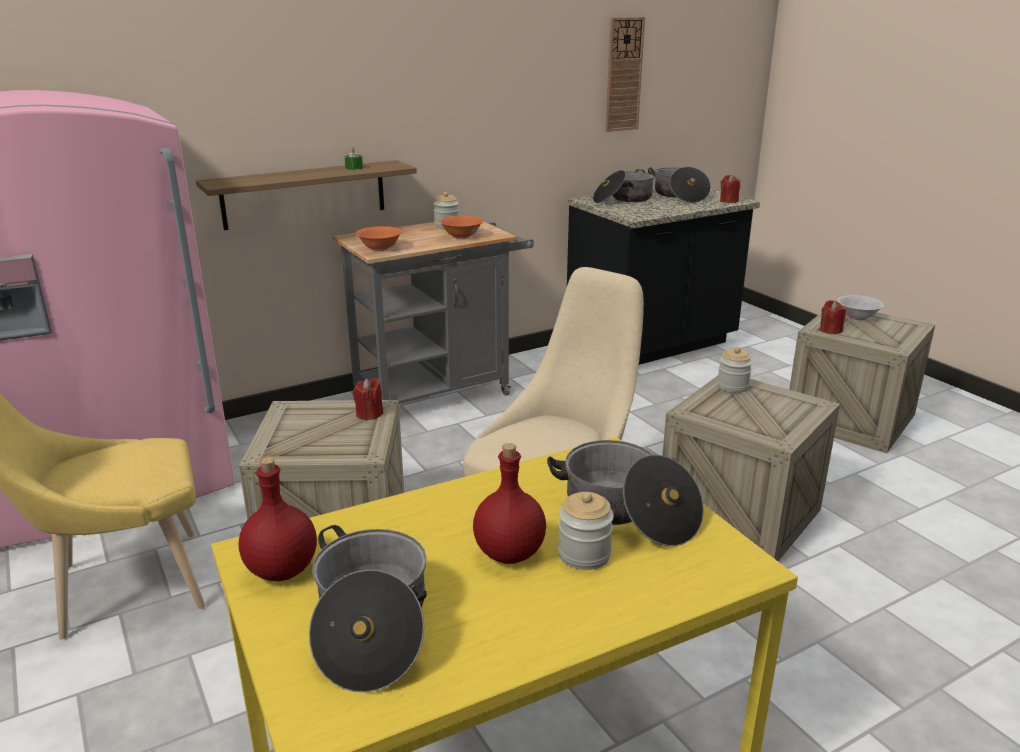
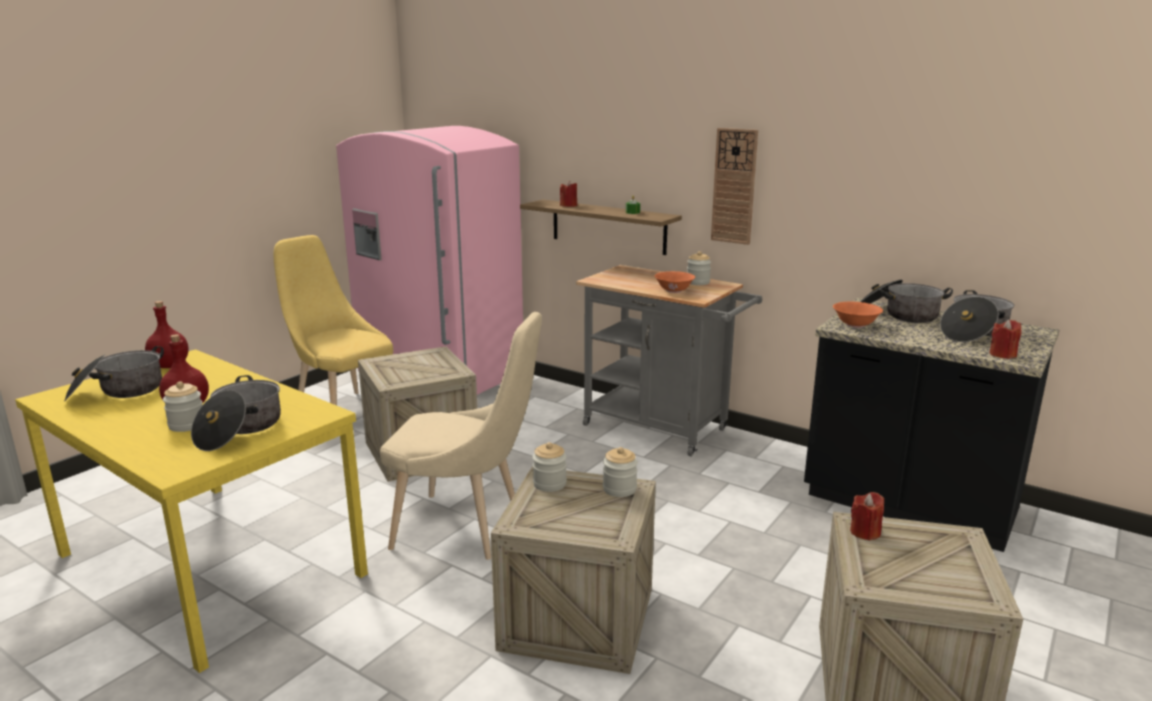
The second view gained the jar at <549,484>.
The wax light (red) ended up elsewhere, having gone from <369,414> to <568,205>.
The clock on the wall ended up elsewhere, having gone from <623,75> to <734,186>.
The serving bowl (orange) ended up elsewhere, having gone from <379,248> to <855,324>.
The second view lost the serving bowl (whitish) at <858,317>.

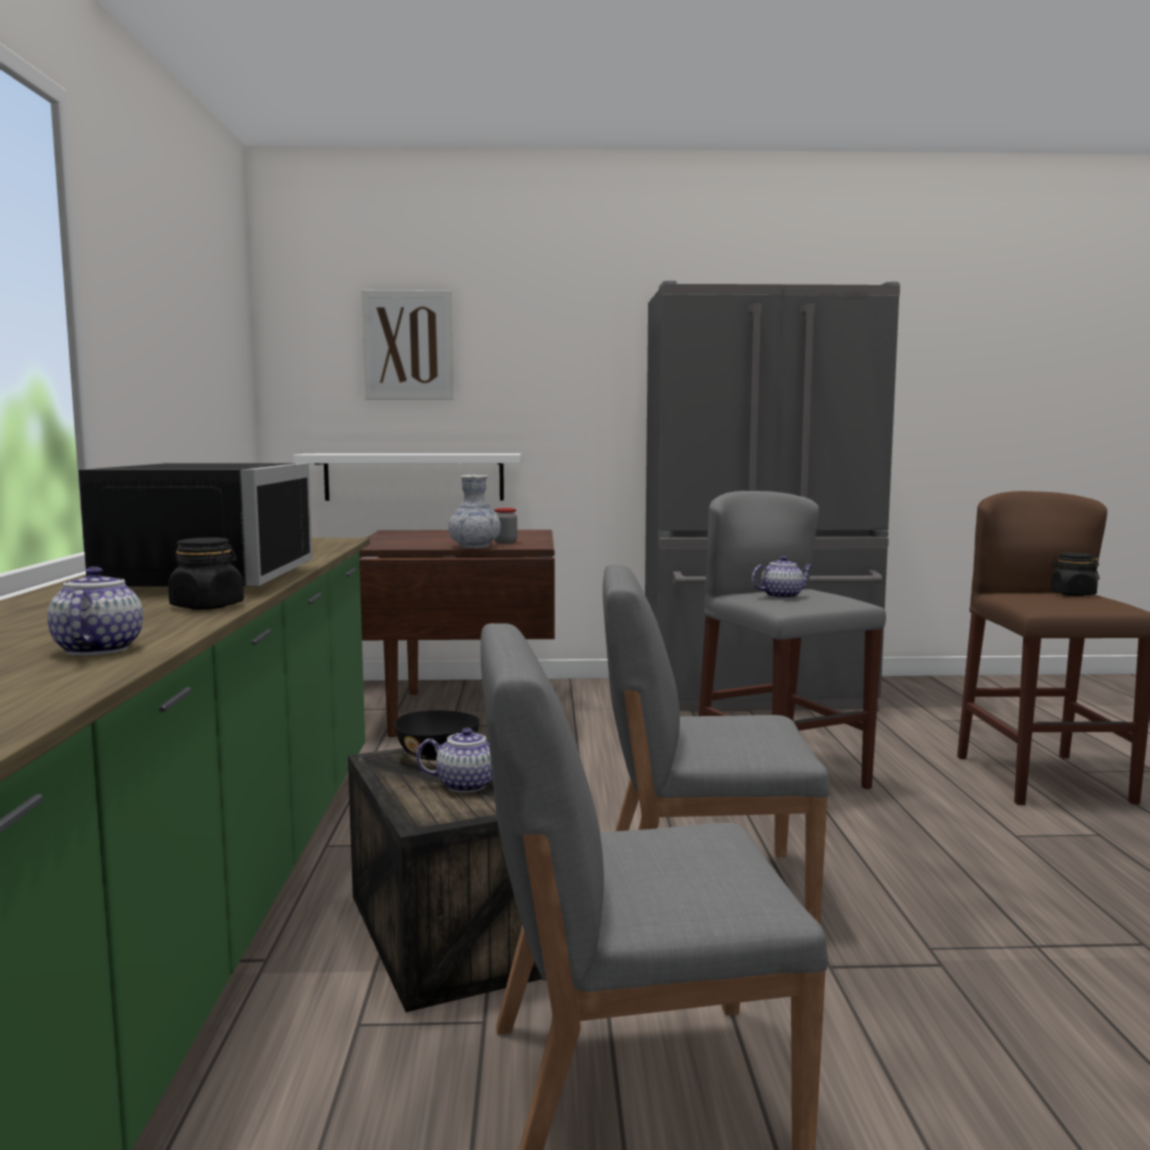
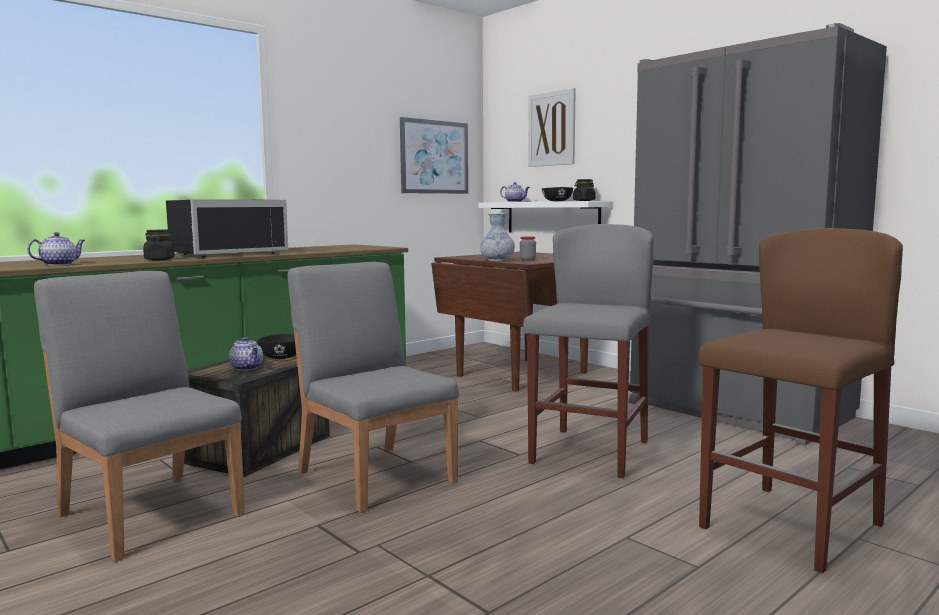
The second view gained the wall art at <434,157>.
The pot for tea ended up elsewhere, having gone from <782,596> to <515,201>.
The second view gained the serving bowl (black-coloured) at <557,201>.
The jar (black-coloured) ended up elsewhere, having gone from <1072,594> to <584,201>.

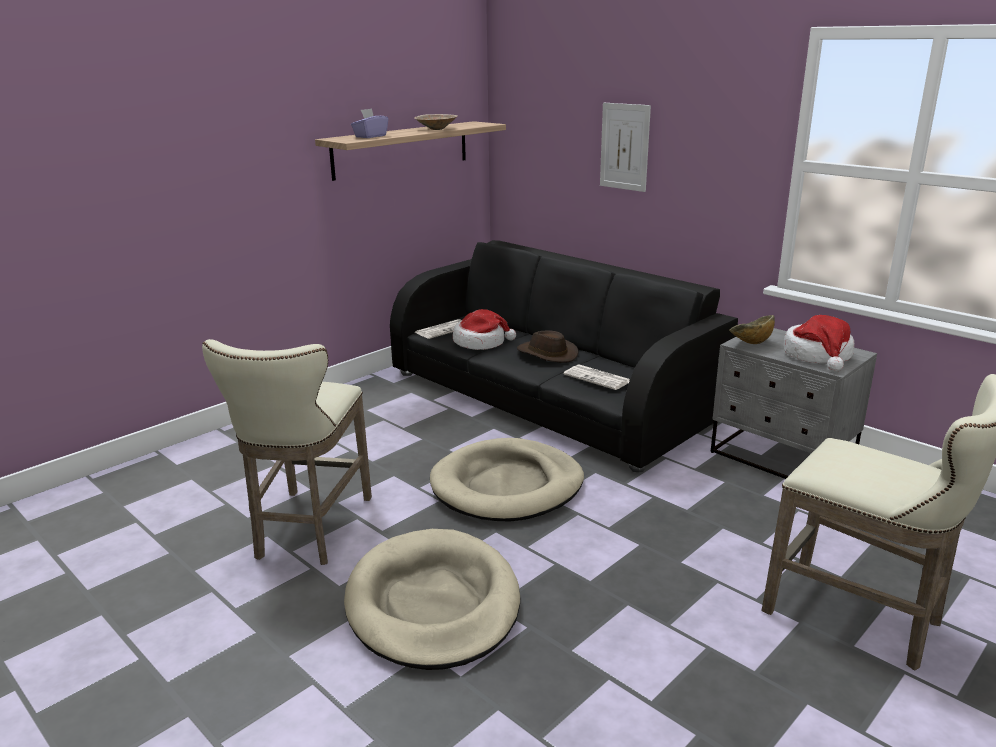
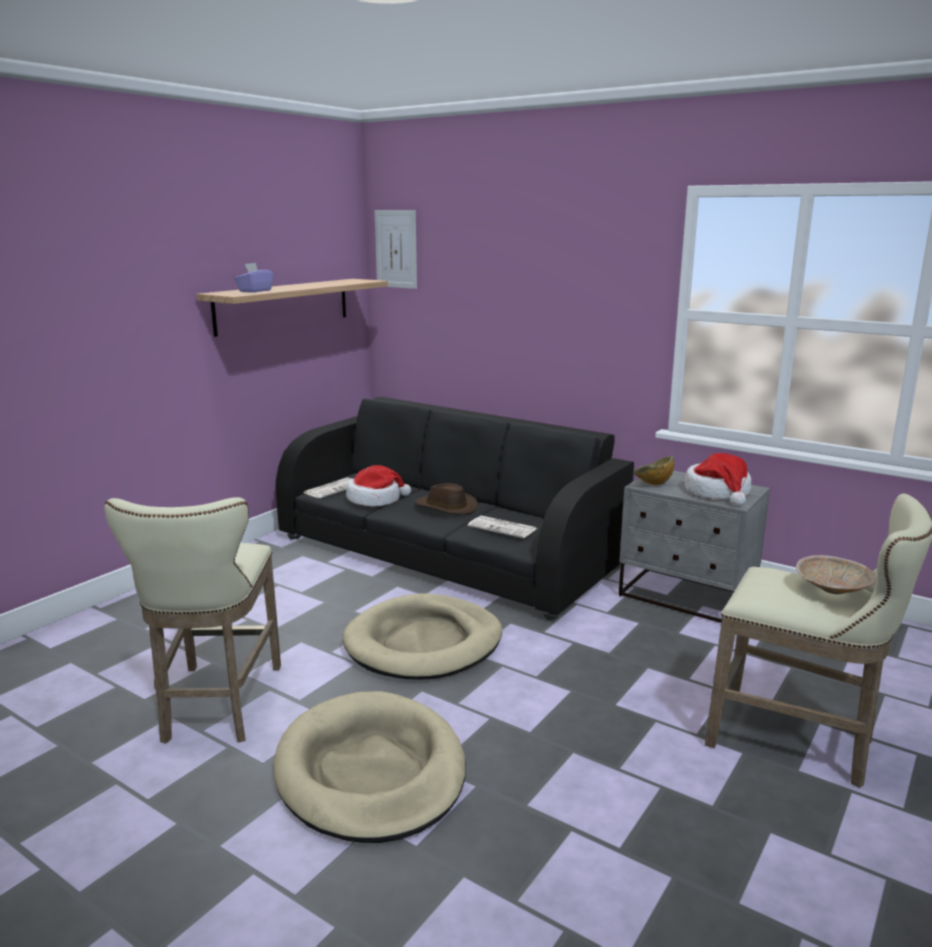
The wall art ended up elsewhere, having gone from <624,147> to <396,249>.
The serving bowl (sand-coloured) ended up elsewhere, having gone from <436,129> to <832,591>.

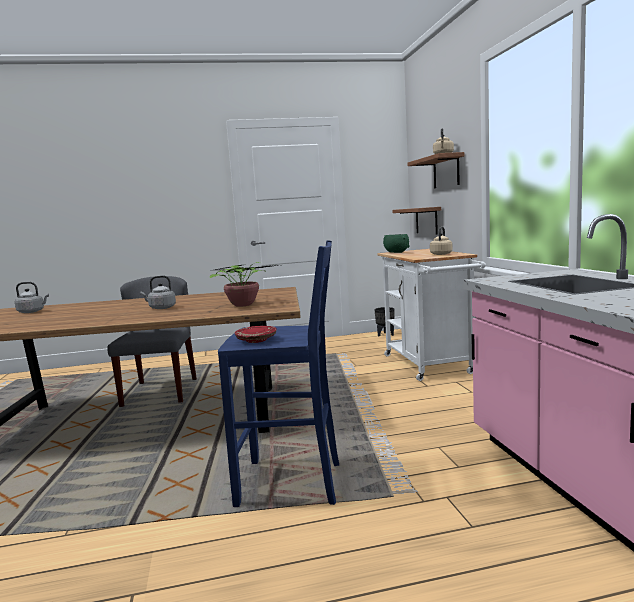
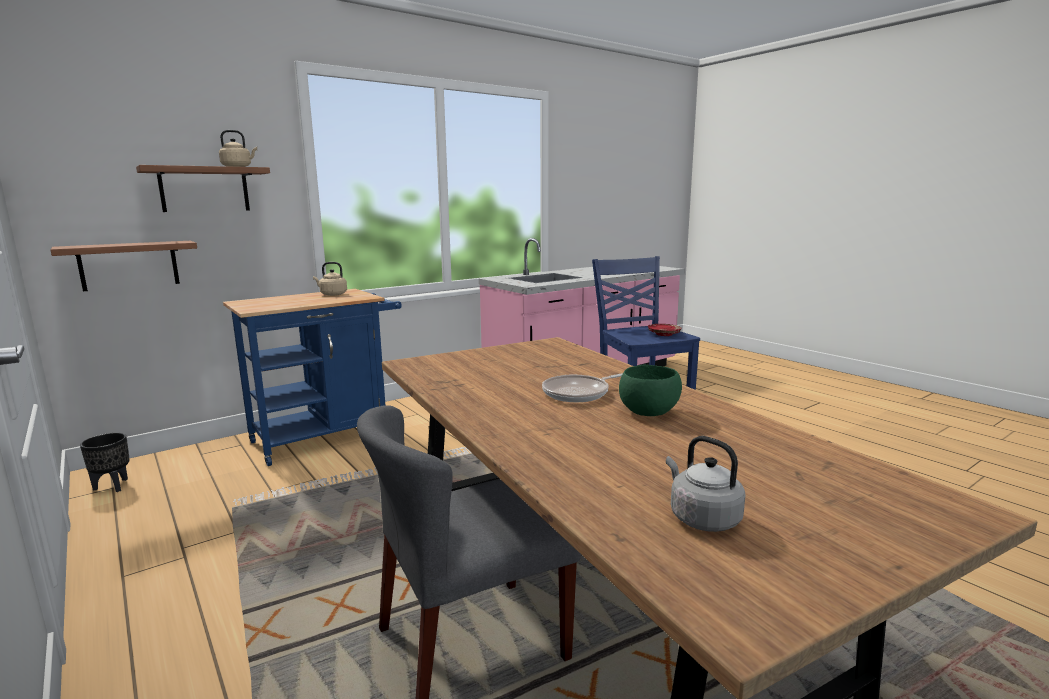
What was the wheeled cart (whitish) at <430,366> turned into the wheeled cart (blue-coloured) at <328,436>.
Where the water kettle (gray) stood at <161,308>, the frying pan came to stand at <579,393>.
The serving bowl (green-coloured) ended up elsewhere, having gone from <396,252> to <648,412>.
The second view lost the houseplant at <242,304>.

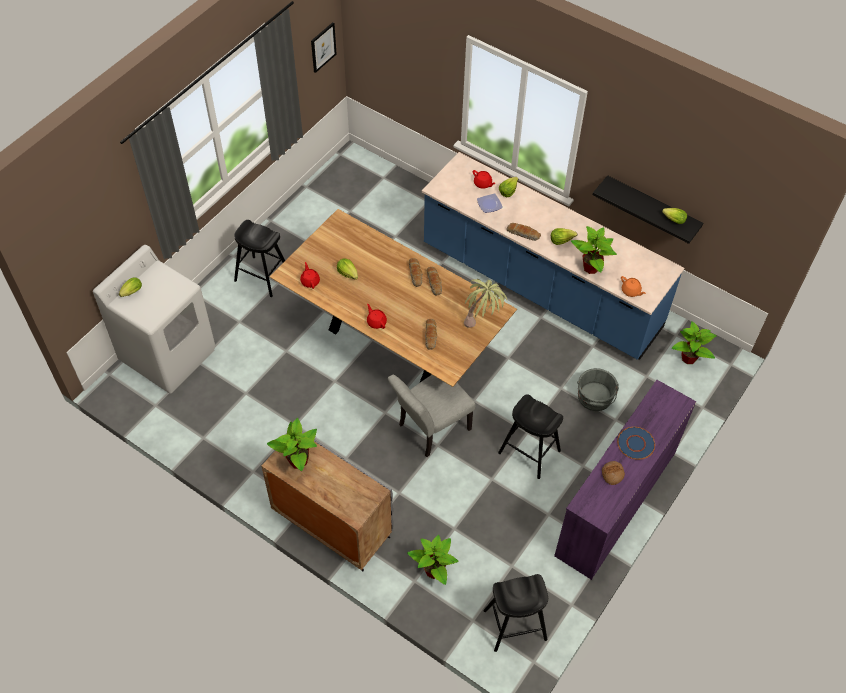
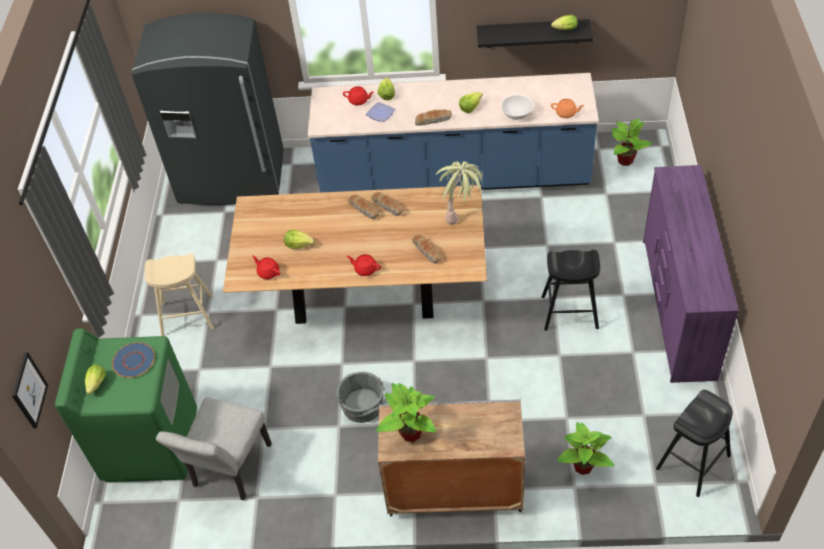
The wall art ended up elsewhere, having gone from <323,47> to <29,390>.
What was the washing machine (whitish) at <168,354> turned into the washing machine (green-coloured) at <151,444>.
The plate (blue-coloured) ended up elsewhere, having gone from <635,443> to <133,360>.
The second view gained the kitchen fridge (gray) at <231,179>.
What was the stool (black-coloured) at <262,276> turned into the stool (sand-coloured) at <187,316>.
The plain chair (gray) ended up elsewhere, having gone from <430,429> to <229,471>.
The bucket (gray) ended up elsewhere, having gone from <594,398> to <363,407>.
Where the houseplant stood at <591,268>, the serving bowl (whitish) came to stand at <516,114>.
The second view lost the bread at <612,474>.

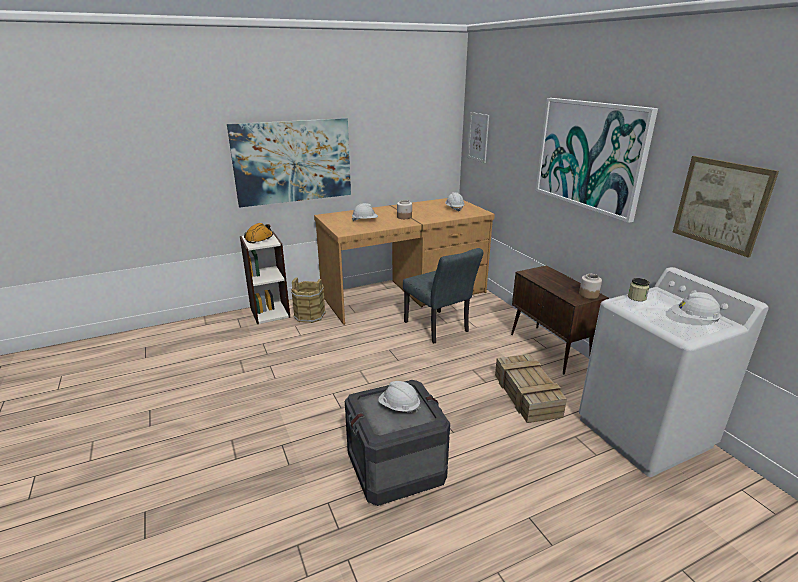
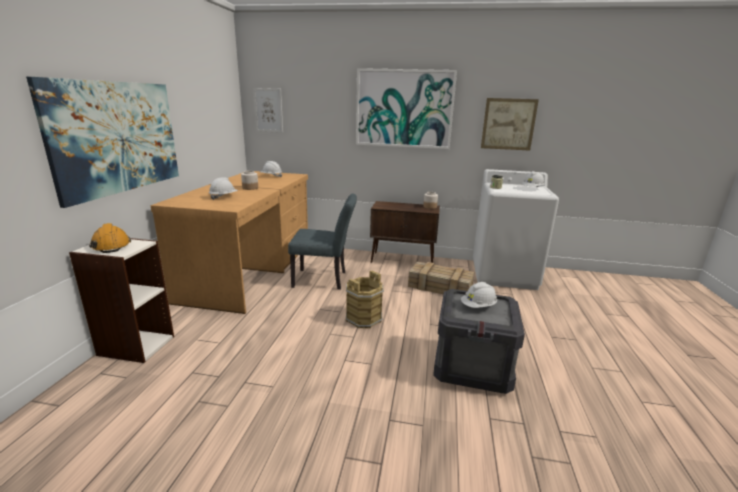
The bucket (brown-coloured) ended up elsewhere, having gone from <309,316> to <364,318>.

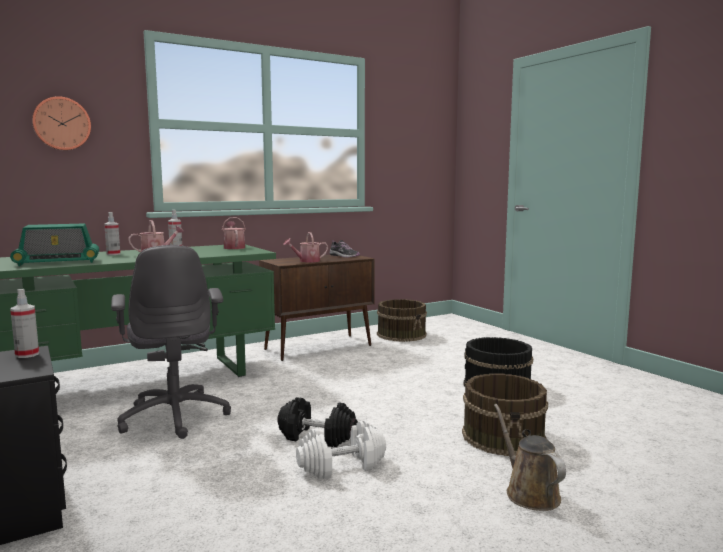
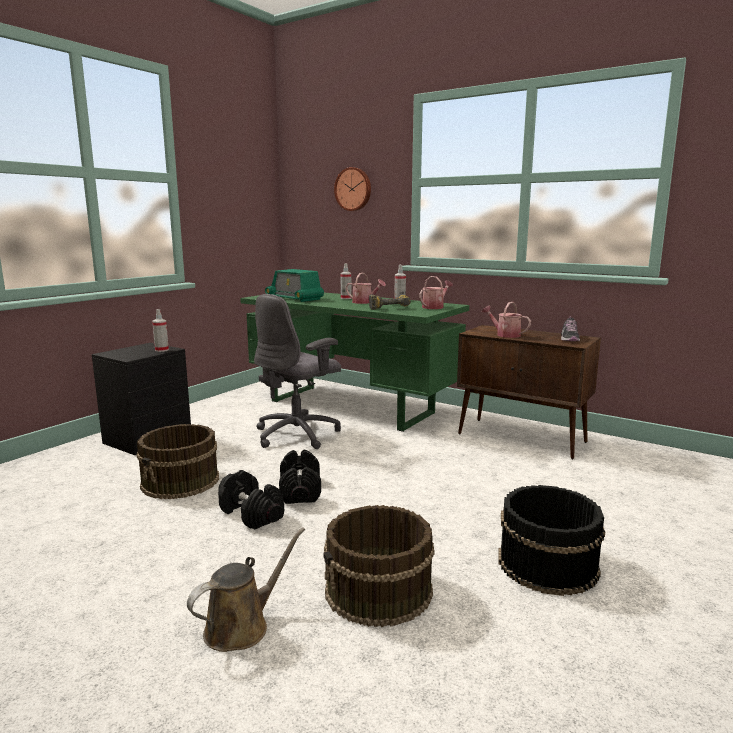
The bucket (brown-coloured) ended up elsewhere, having gone from <402,334> to <181,481>.
What was the hand weight (whitish) at <341,466> turned into the hand weight (black-coloured) at <250,514>.
The second view gained the power drill at <388,308>.

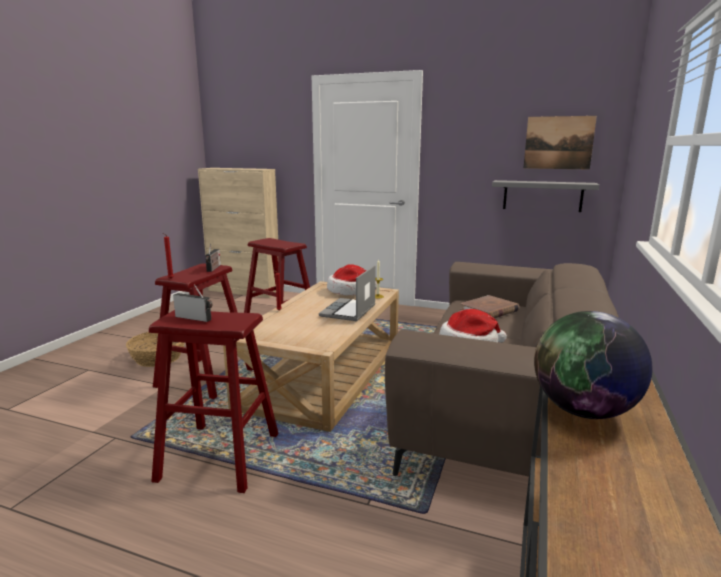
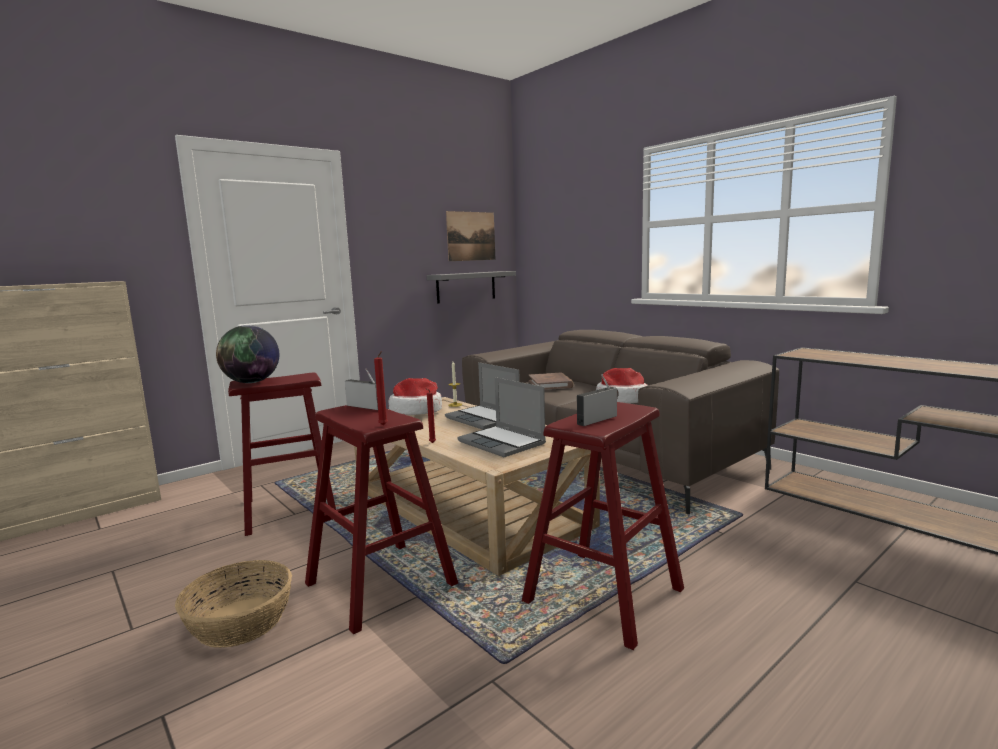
The world globe ended up elsewhere, having gone from <583,411> to <252,382>.
The second view gained the portable computer at <503,443>.

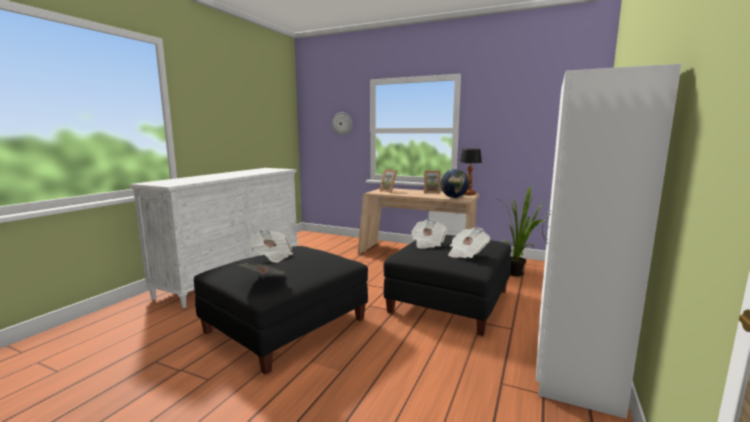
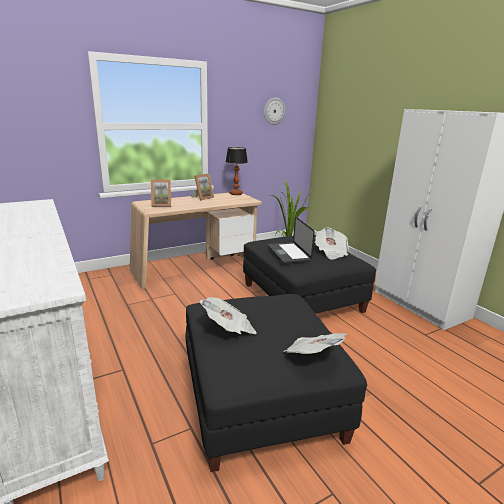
The clock on the wall ended up elsewhere, having gone from <342,123> to <274,111>.
Where the printed paper stood at <427,243>, the portable computer came to stand at <288,253>.
The second view lost the world globe at <454,197>.

